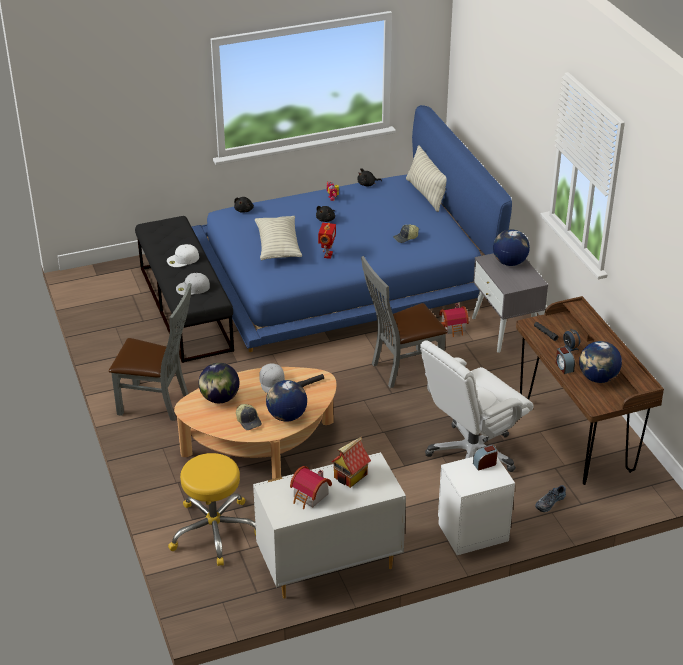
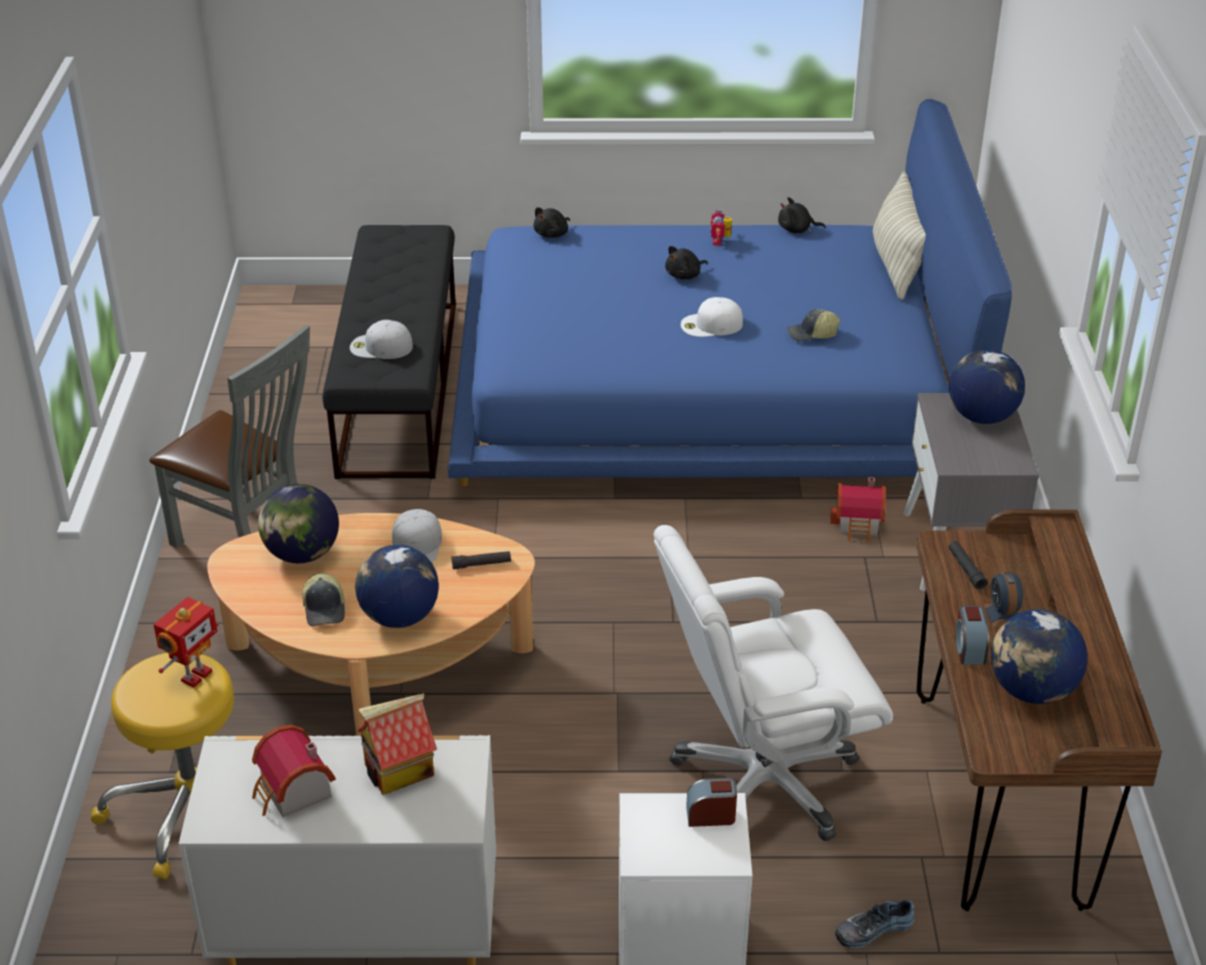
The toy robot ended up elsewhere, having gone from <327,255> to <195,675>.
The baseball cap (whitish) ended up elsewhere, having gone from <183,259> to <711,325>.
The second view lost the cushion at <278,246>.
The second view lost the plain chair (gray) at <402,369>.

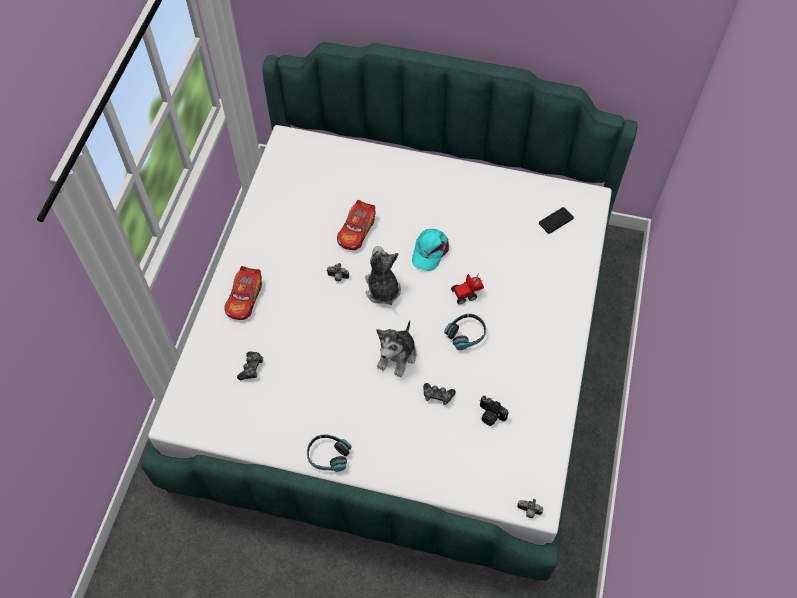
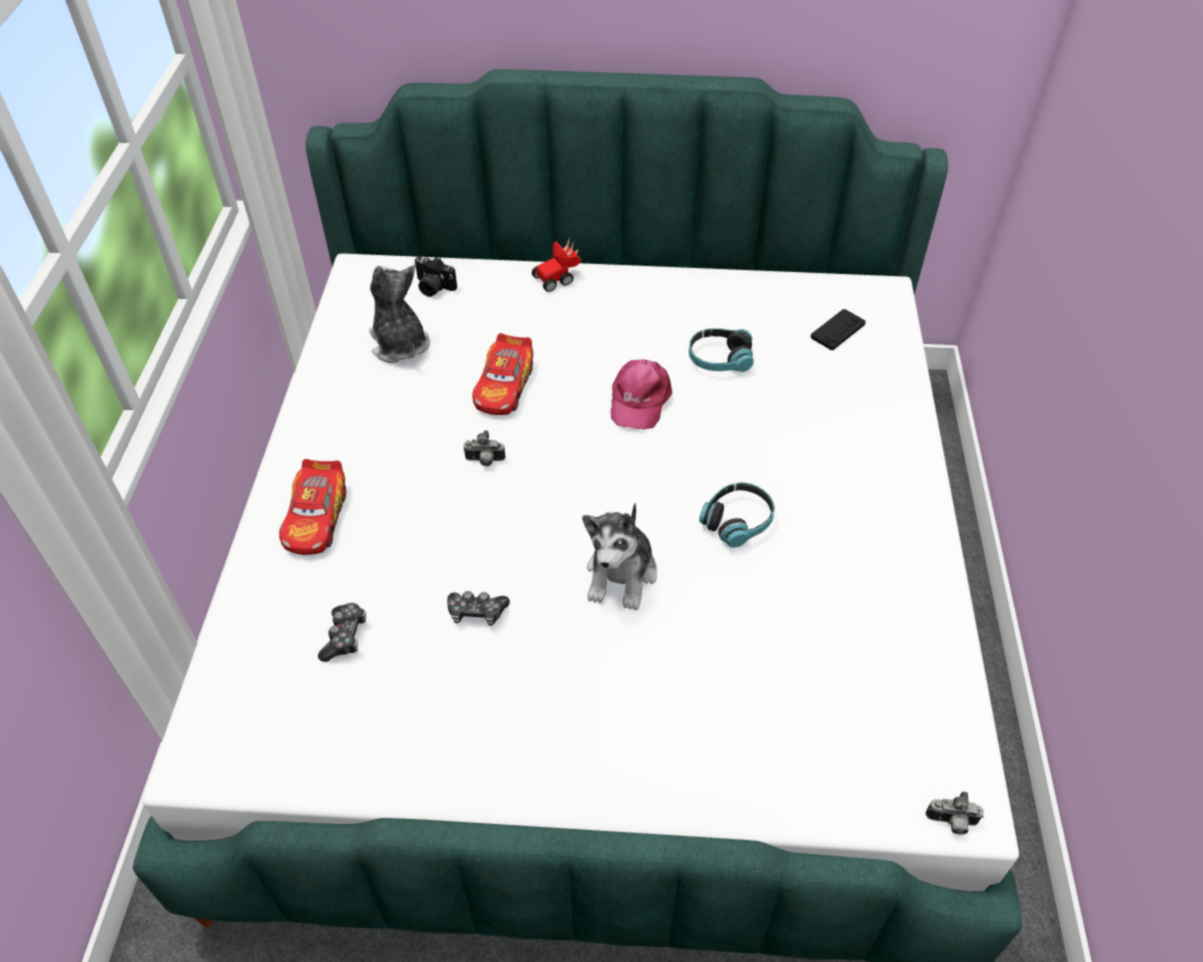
The cuddly toy ended up elsewhere, having gone from <382,289> to <399,344>.
The photo camera ended up elsewhere, having gone from <490,415> to <433,287>.
The joypad ended up elsewhere, having gone from <437,396> to <476,612>.
The model car ended up elsewhere, having gone from <467,293> to <558,278>.
What was the baseball cap (blue-green) at <430,250> turned into the baseball cap (pink) at <639,399>.
The pair of headphones ended up elsewhere, having gone from <328,455> to <719,359>.

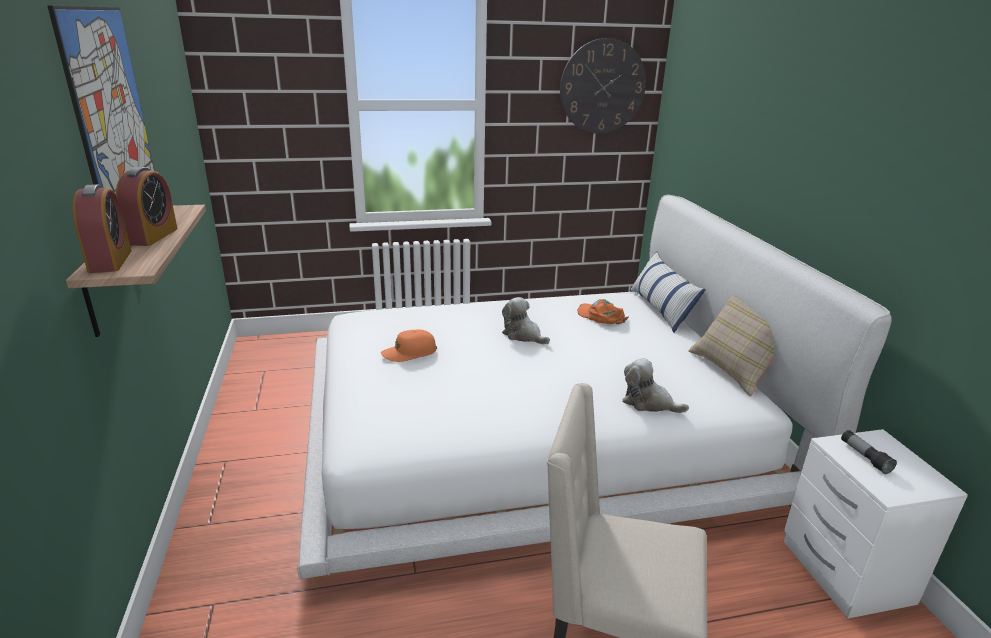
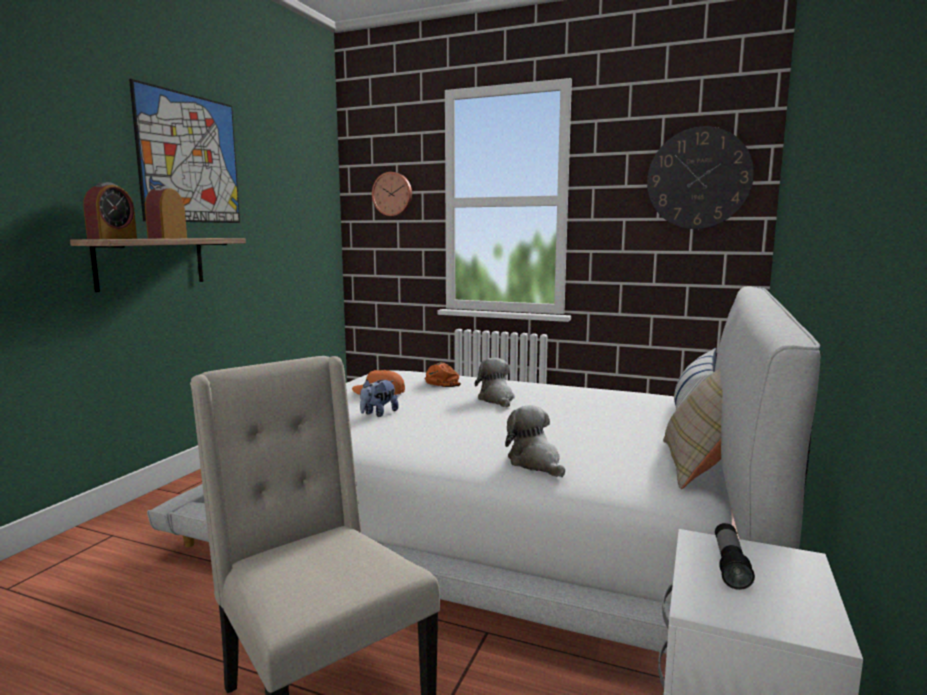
The table clock at <153,236> ended up facing another way, 150 degrees clockwise from before.
The second view gained the cuddly toy at <378,413>.
The second view gained the clock on the wall at <393,194>.
The baseball cap (orange) ended up elsewhere, having gone from <601,316> to <441,381>.

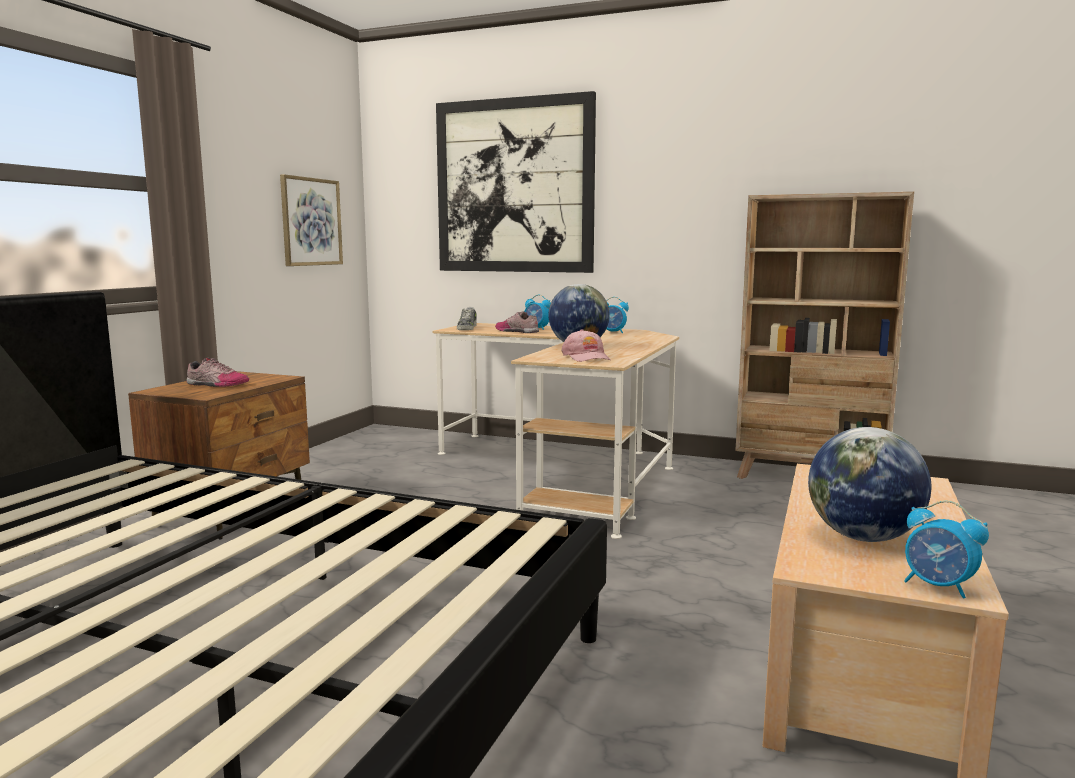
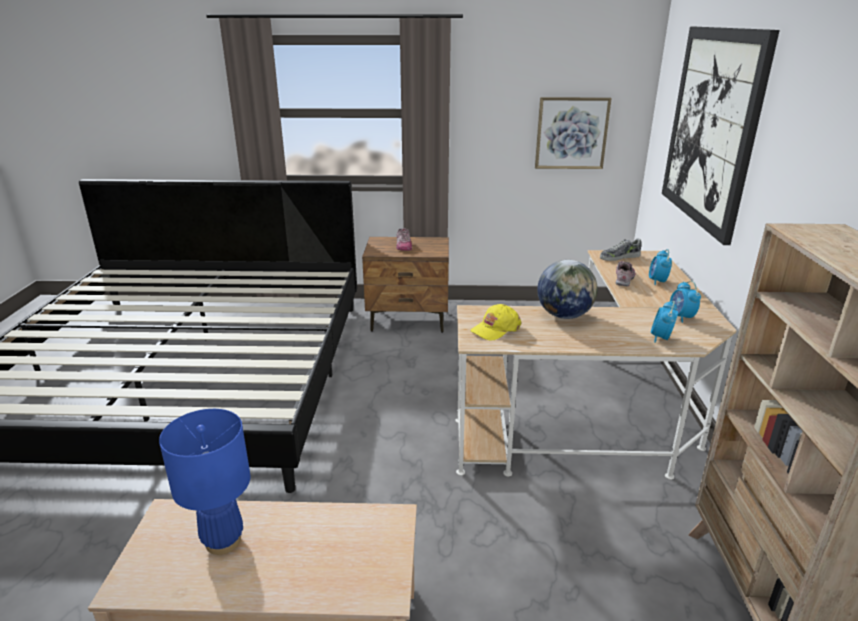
Where the world globe stood at <862,537>, the lamp for a table (blue-coloured) came to stand at <223,541>.
What was the baseball cap (pink) at <586,357> turned into the baseball cap (yellow-coloured) at <495,329>.
The table clock ended up elsewhere, having gone from <938,587> to <661,338>.

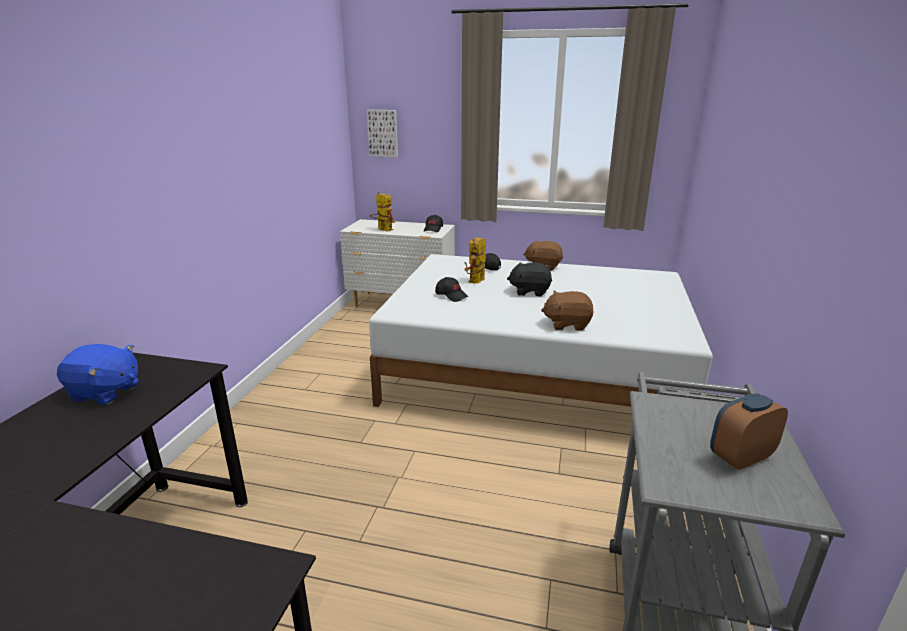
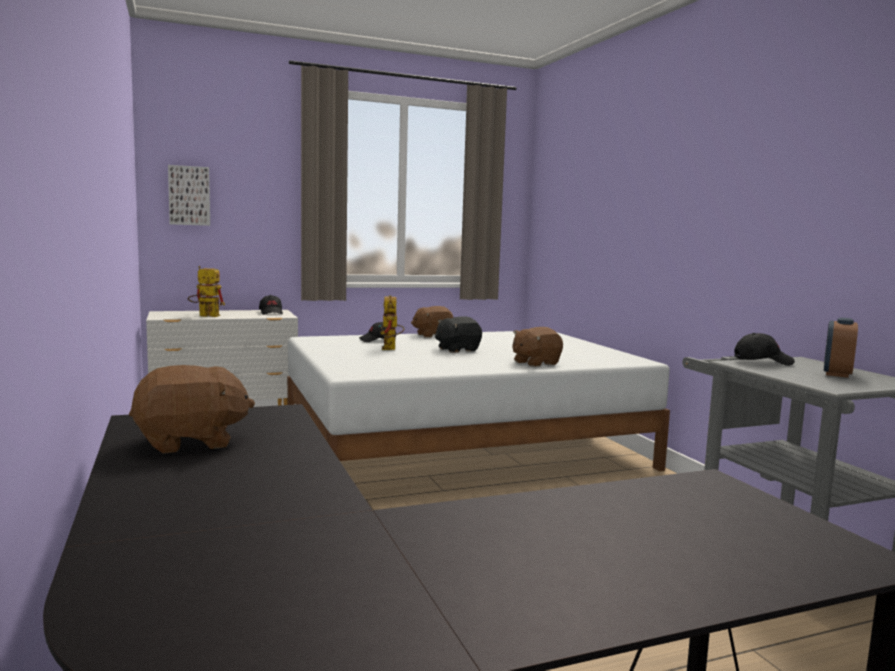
What was the cuddly toy (blue-coloured) at <105,392> turned into the cuddly toy (brown-coloured) at <191,442>.
The baseball cap (black-coloured) ended up elsewhere, having gone from <451,295> to <762,361>.

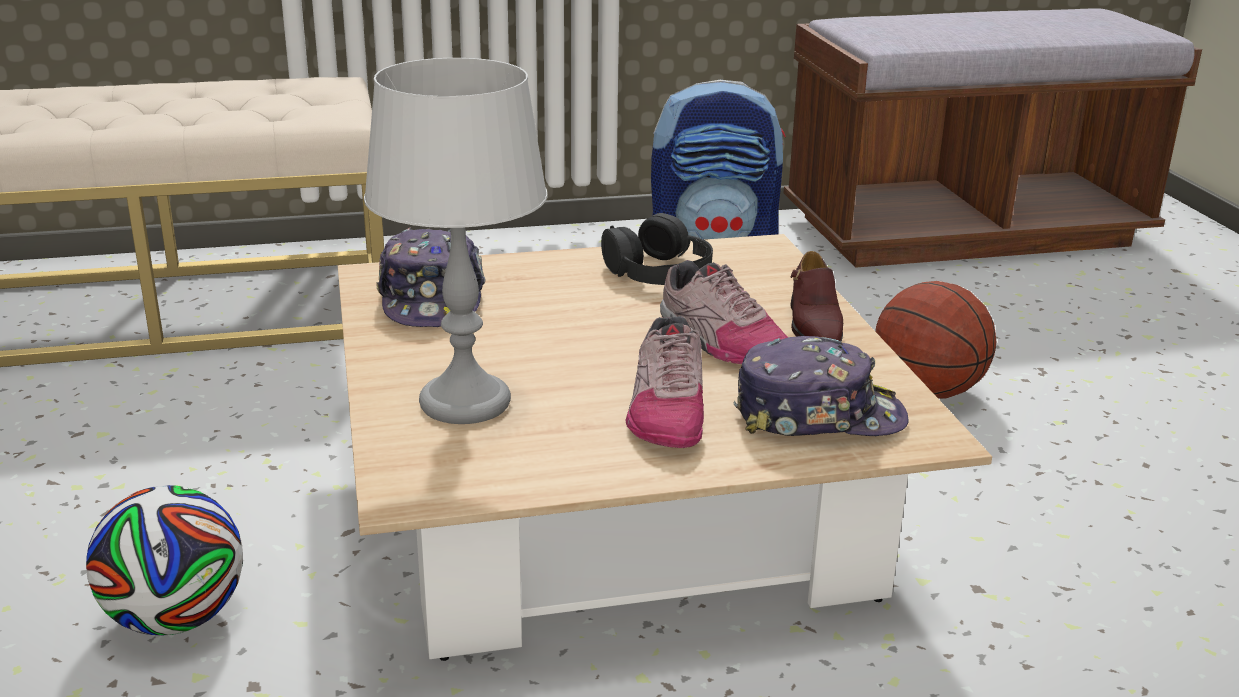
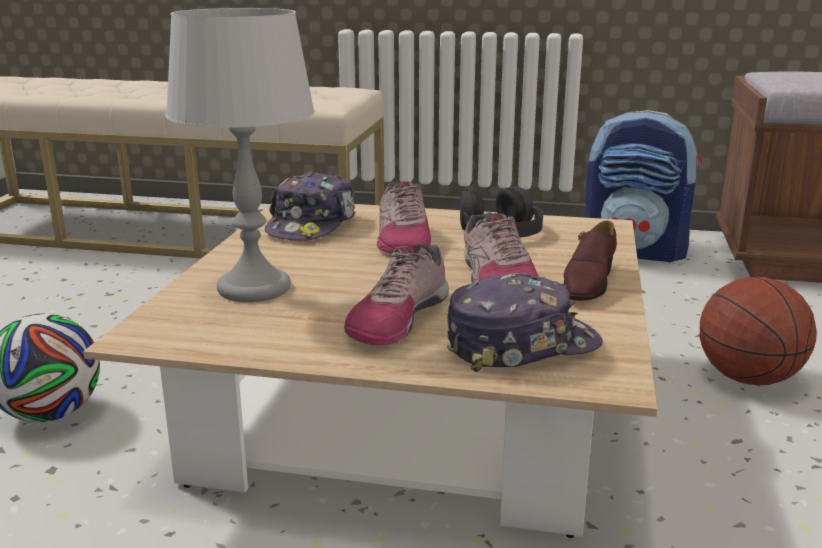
The second view gained the low shoe at <402,240>.
The baseball cap at <818,415> ended up facing another way, 45 degrees counterclockwise from before.

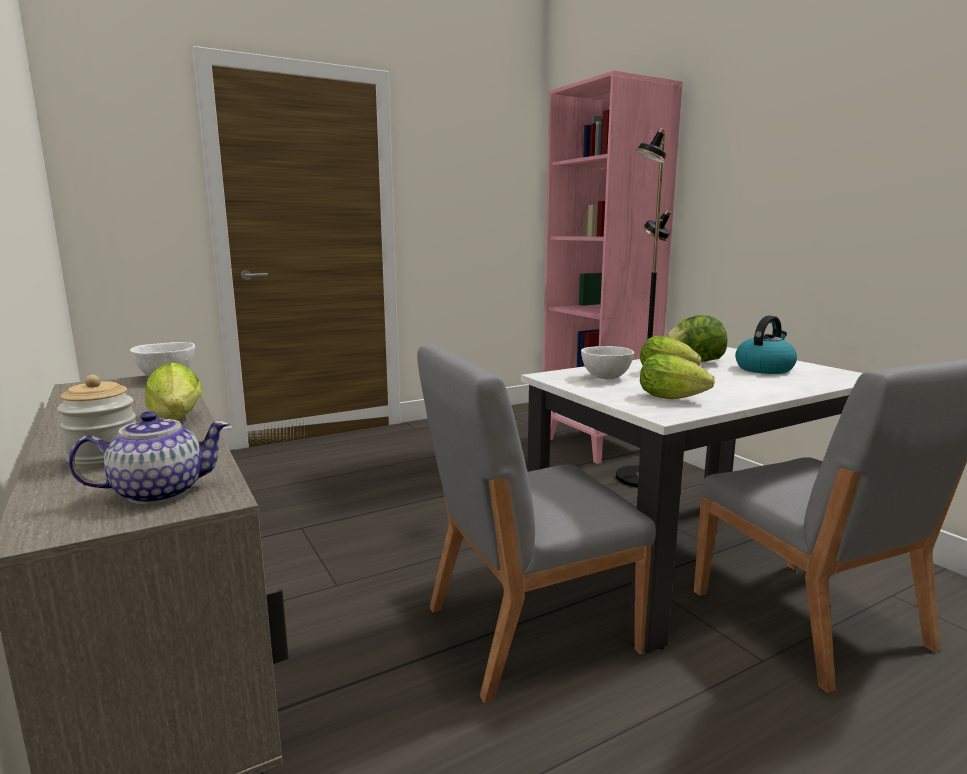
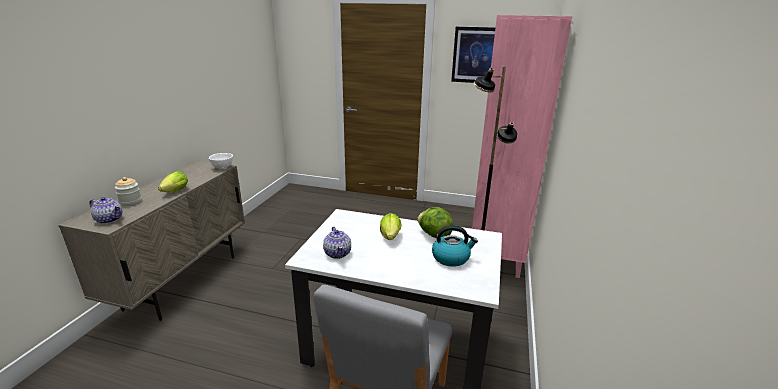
Where the lettuce stood at <675,399>, the pot for tea came to stand at <338,253>.
The second view gained the wall art at <475,55>.
The second view lost the plain chair (gray) at <529,629>.
The second view lost the serving bowl (whitish) at <606,378>.

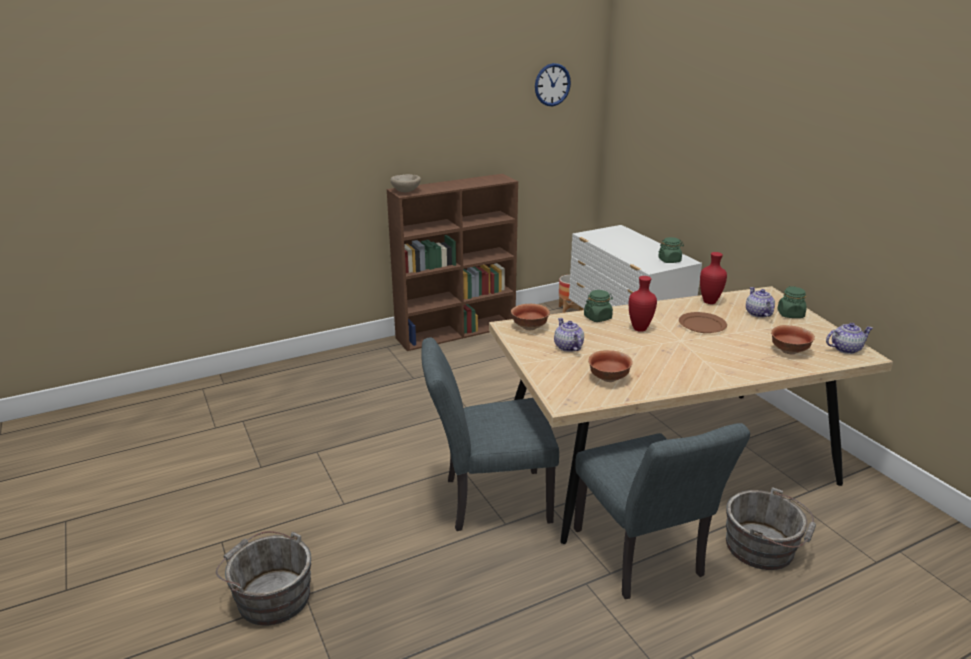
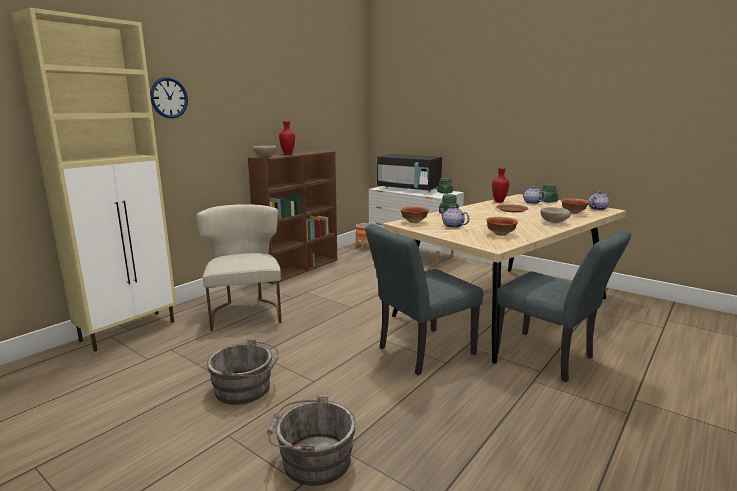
The second view gained the storage cabinet (sand-coloured) at <130,330>.
The clock on the wall ended up elsewhere, having gone from <552,84> to <169,98>.
The second view gained the plain chair (sand-coloured) at <245,312>.
The bucket (gray) ended up elsewhere, having gone from <764,548> to <246,389>.
The decorative vase (red) ended up elsewhere, having gone from <640,328> to <288,154>.
The second view gained the microwave (black-coloured) at <409,189>.
The second view gained the serving bowl (sand-coloured) at <554,222>.

